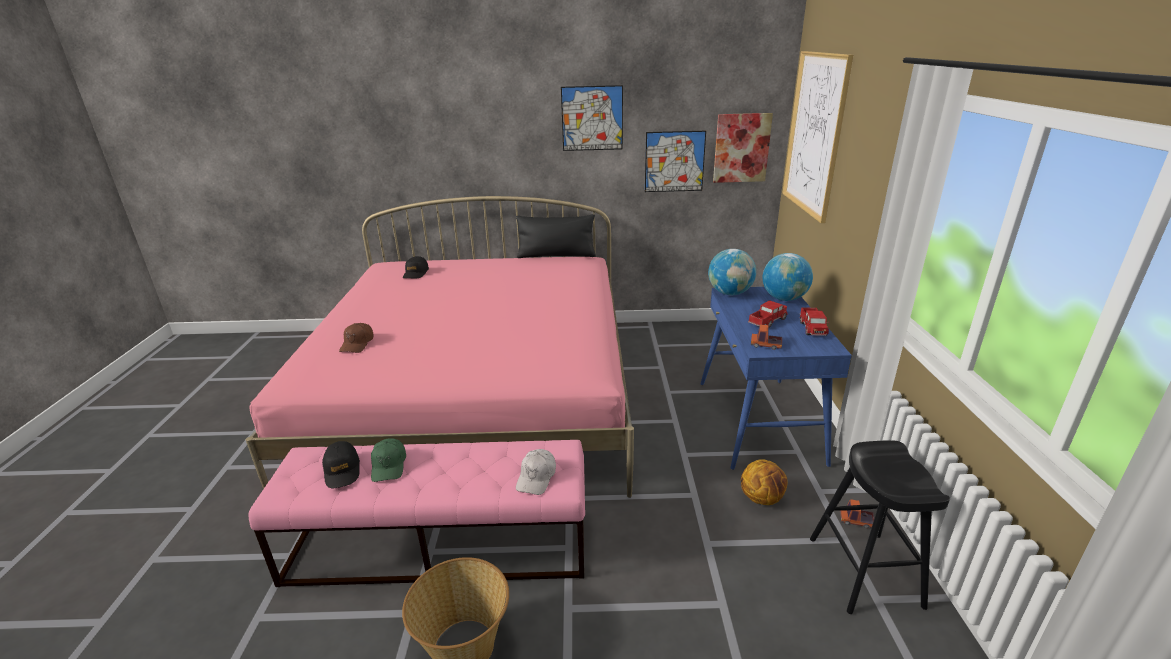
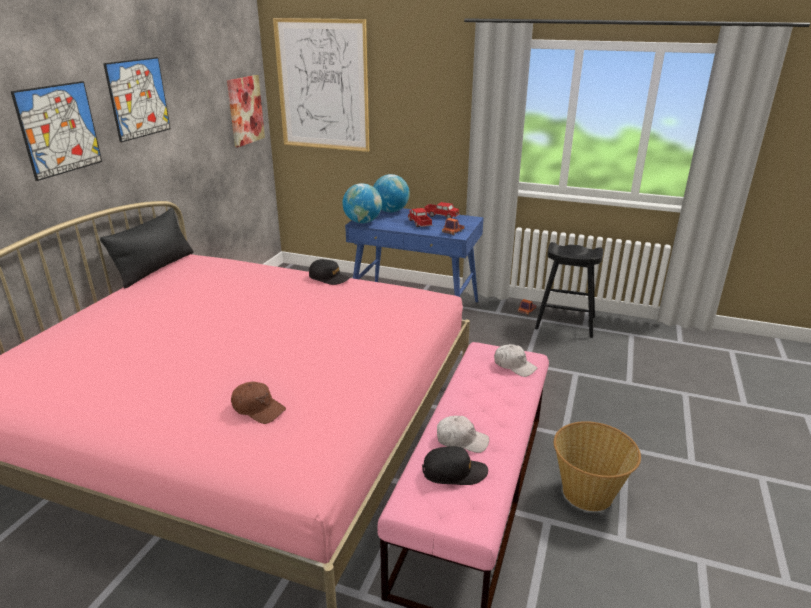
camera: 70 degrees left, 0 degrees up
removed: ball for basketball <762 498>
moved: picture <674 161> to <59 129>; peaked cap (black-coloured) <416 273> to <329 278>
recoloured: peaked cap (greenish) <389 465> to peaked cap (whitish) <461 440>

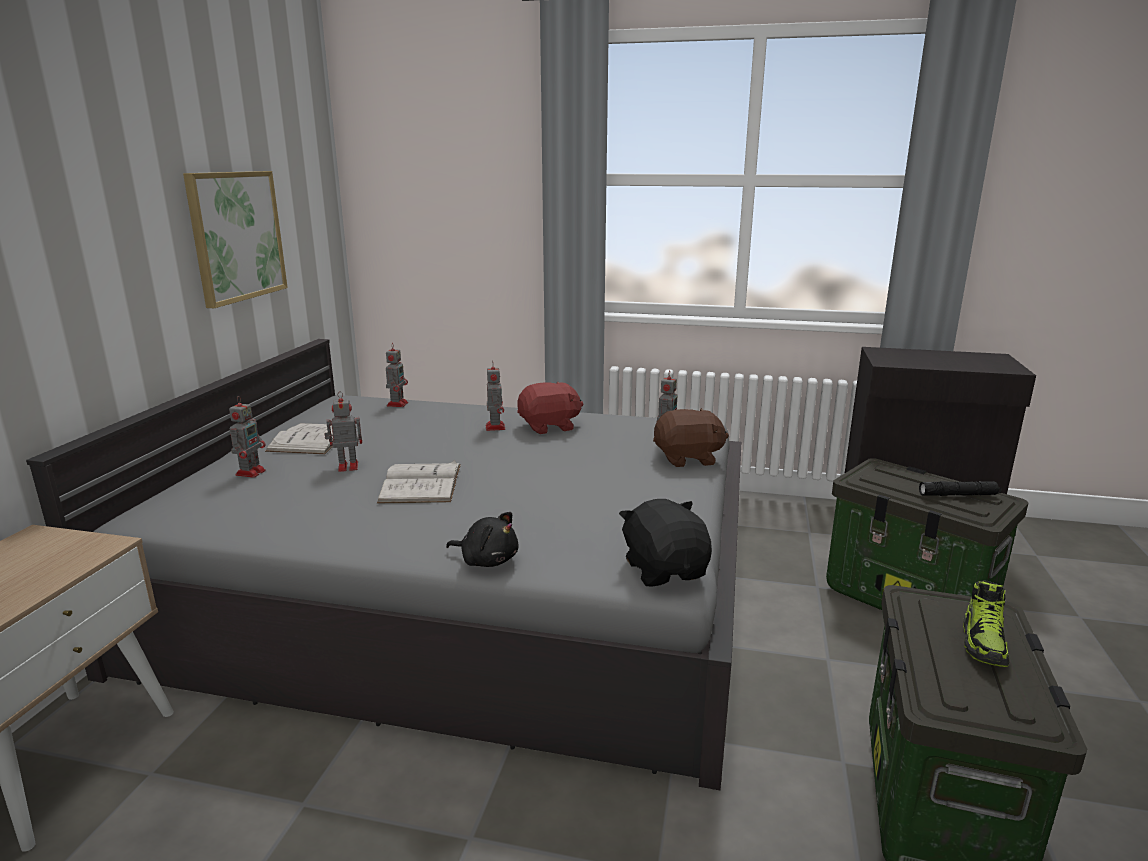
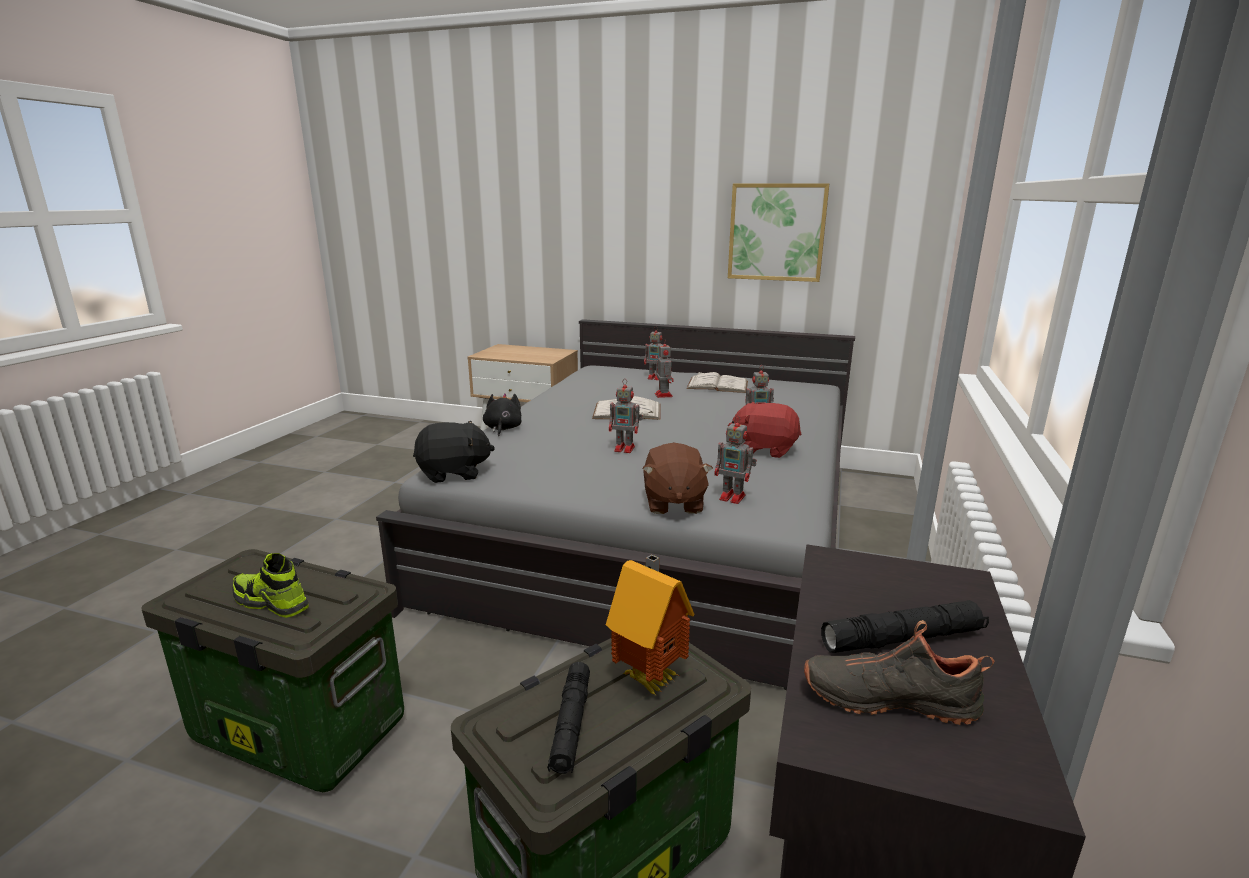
camera: 95 degrees right, 0 degrees up
added: model house <650 677>; hand torch (black-coloured) <903 639>; shoe (black-coloured) <888 697>
moved: model robot <398 404> to <625 449>
turned: cuddly toy (red) <549 427> = <764 449> 120 degrees clockwise; cuddly toy (black-coloured) <487 560> = <502 429> 150 degrees clockwise

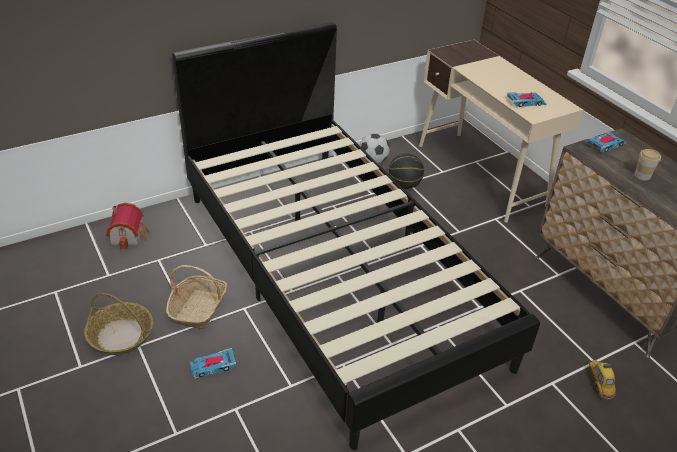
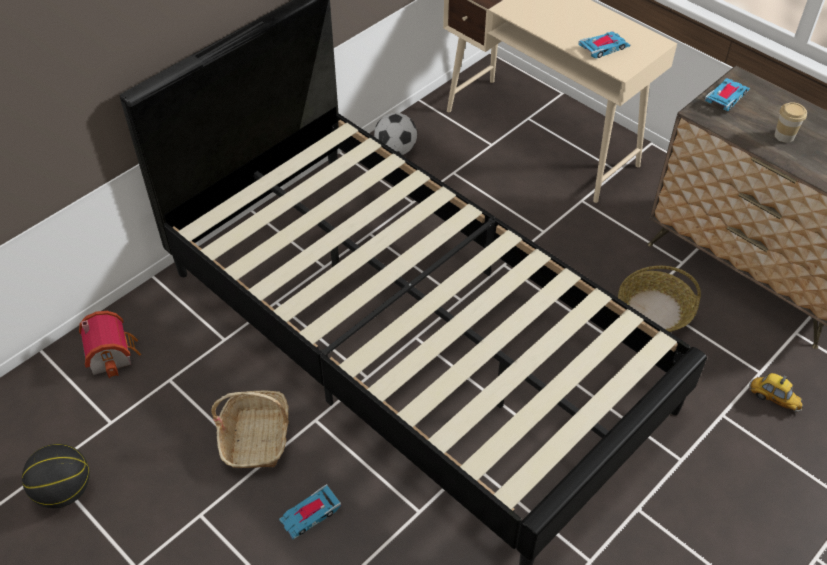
camera: 15 degrees left, 10 degrees up
moved: ball for basketball <404 185> to <64 490>; storage basket <121 335> to <655 310>
turned: model car <599 383> = <773 399> 150 degrees clockwise

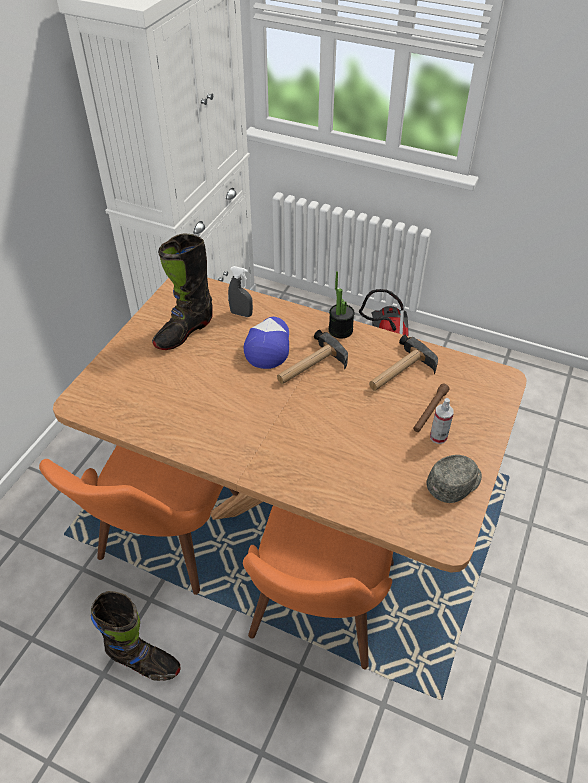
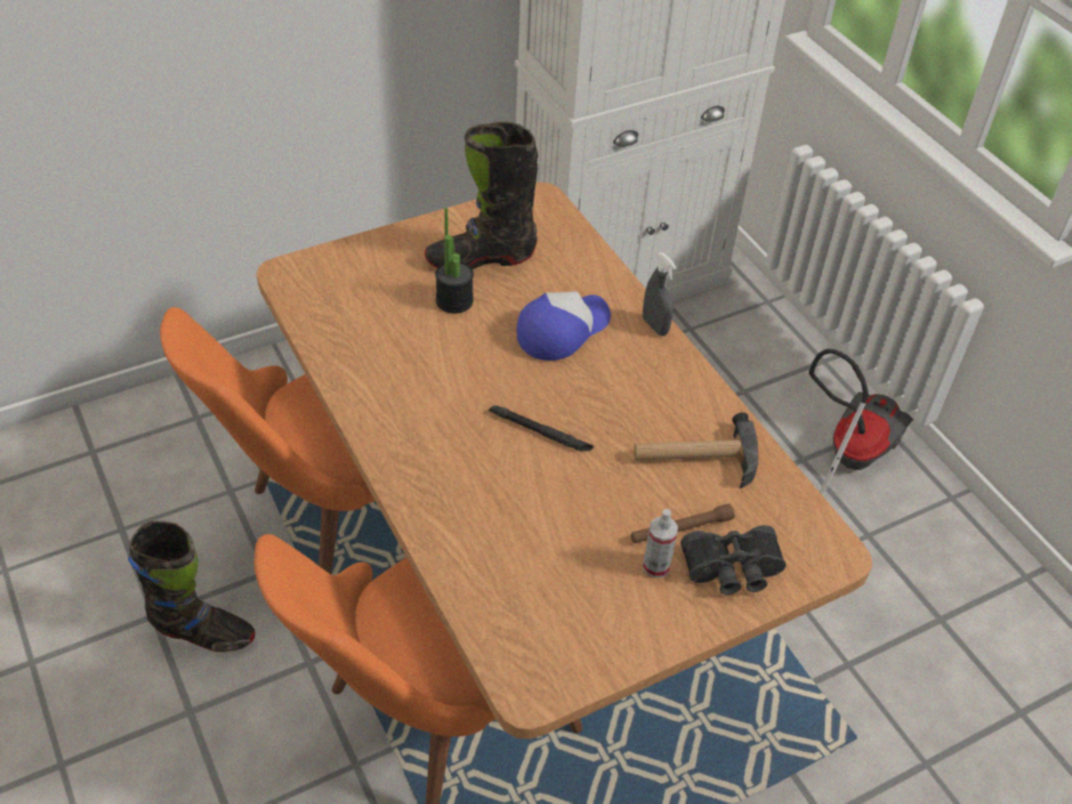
camera: 35 degrees right, 0 degrees up
removed: tool hammer <310 366>; peaked cap (grey) <454 483>
added: hand torch (black-coloured) <540 432>; pair of binoculars (black-coloured) <733 571>
moved: hand sprayer (grey) <241 314> to <655 326>; potted plant <340 330> to <454 301>
turned: high-top boot (black-coloured) <143 662> = <202 633> 45 degrees counterclockwise

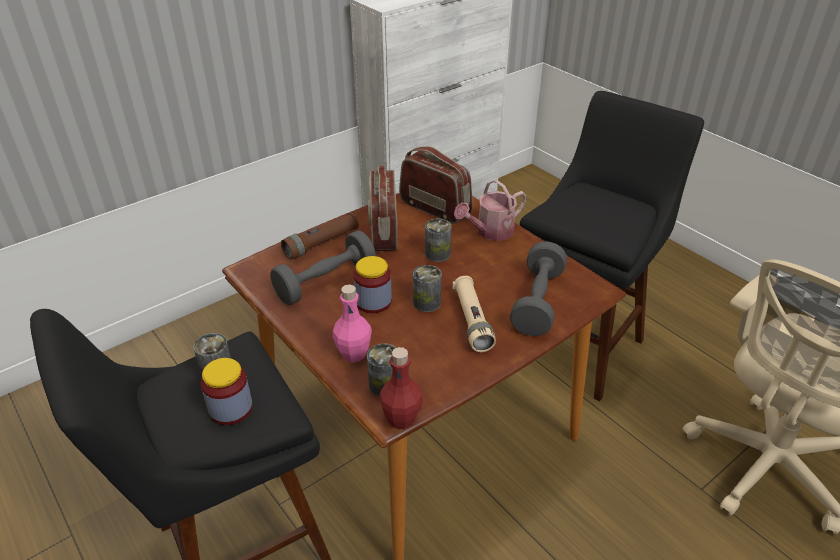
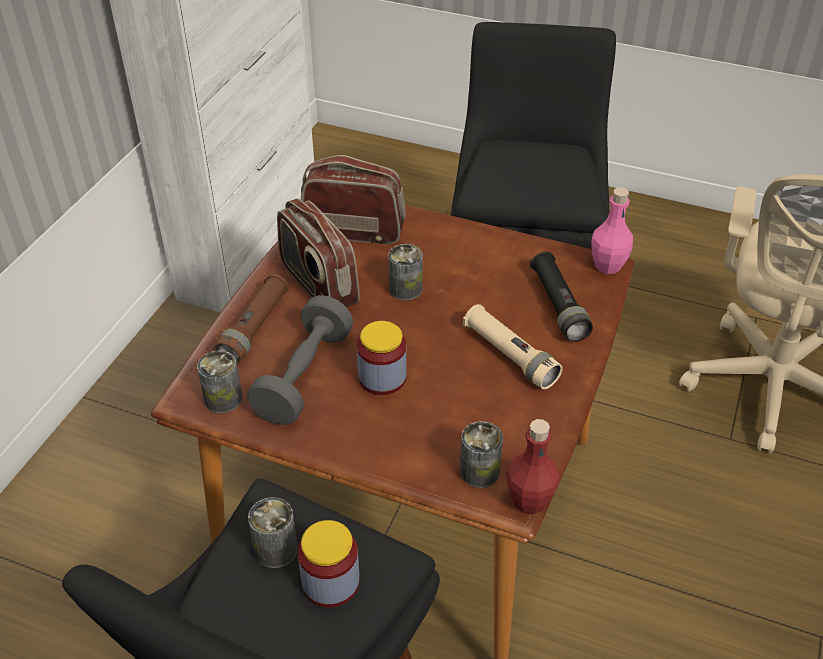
camera: 30 degrees left, 5 degrees up
removed: watering can <490 232>
moved: metal can <427 303> to <223 399>; drink bottle (pinkish) <353 354> to <607 266>
replaced: dumbbell (grey) <537 302> to hand torch (black-coloured) <558 306>

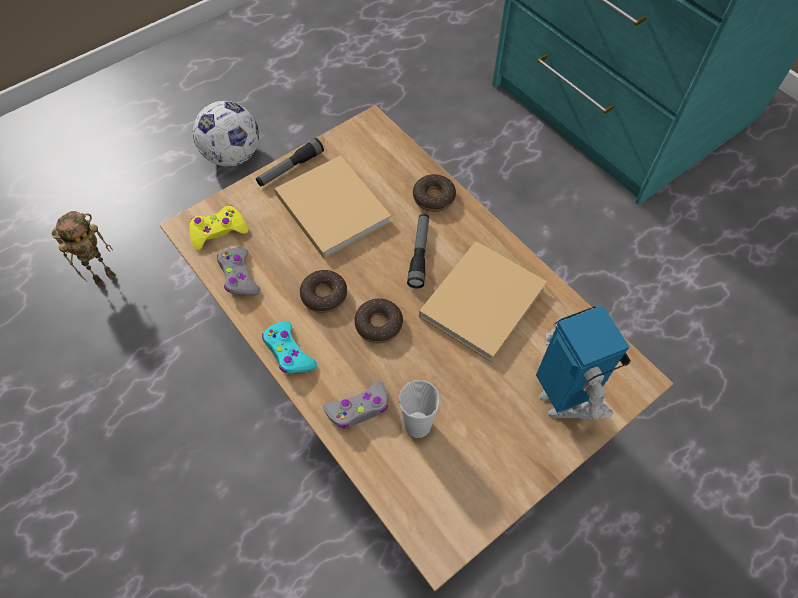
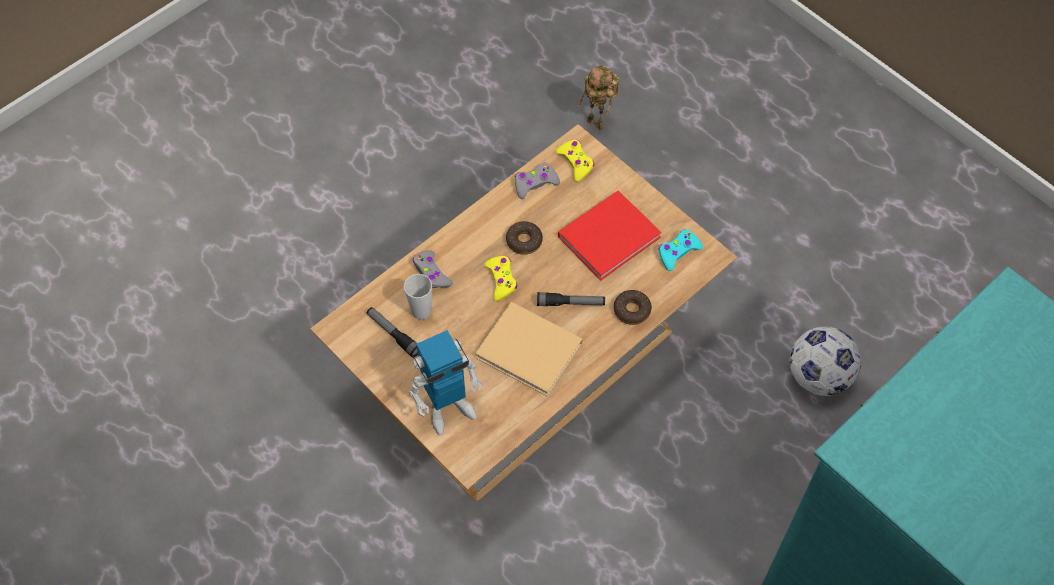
camera: 85 degrees right, 0 degrees up
moved: football <233 156> to <818 377>; hand torch <290 168> to <393 334>; game controller (turquoise-coloured) <289 352> to <678 252>
replaced: ring doughnut <379 324> to game controller (yellow) <501 280>
recoloured: book (beige-coloured) <331 206> to book (red) <611 235>

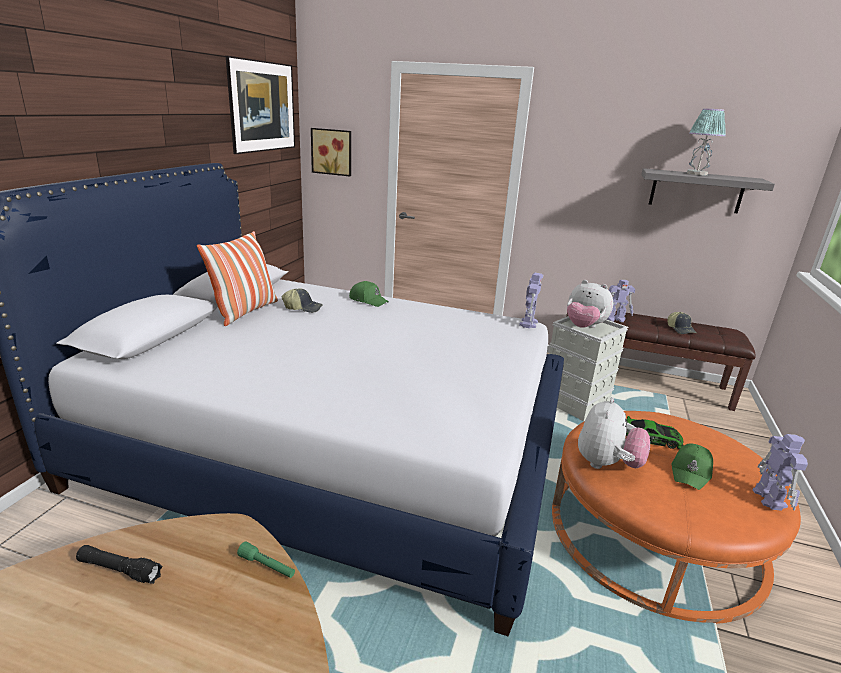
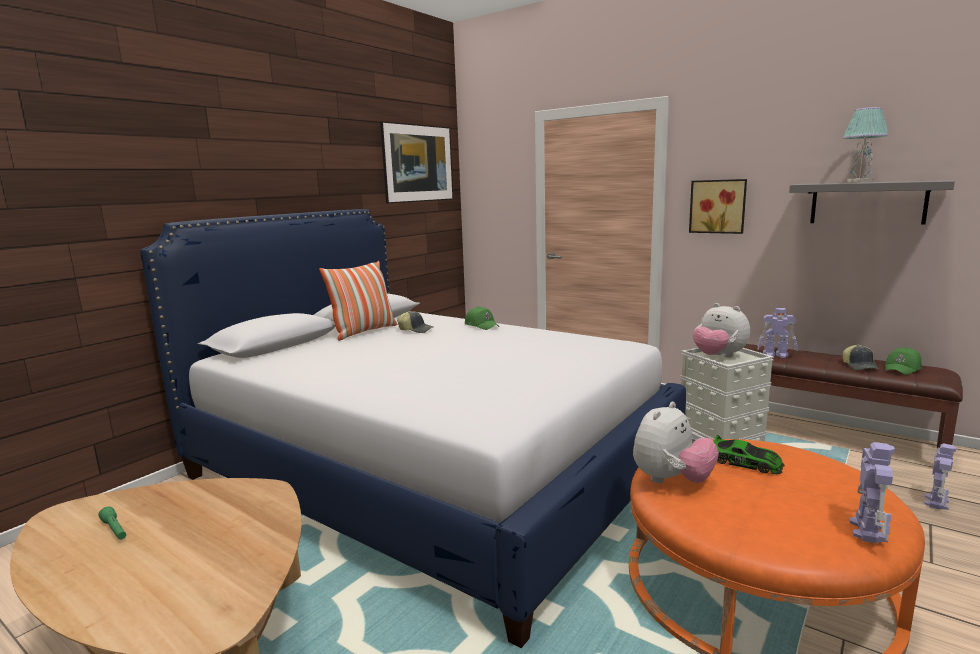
camera: 20 degrees right, 10 degrees down
removed: hand torch (black-coloured) <119 570>
moved: picture <332 152> to <718 206>; model robot <528 323> to <936 502>; peaked cap (greenish) <691 472> to <903 368>; hand torch (greenish) <267 566> to <115 530>

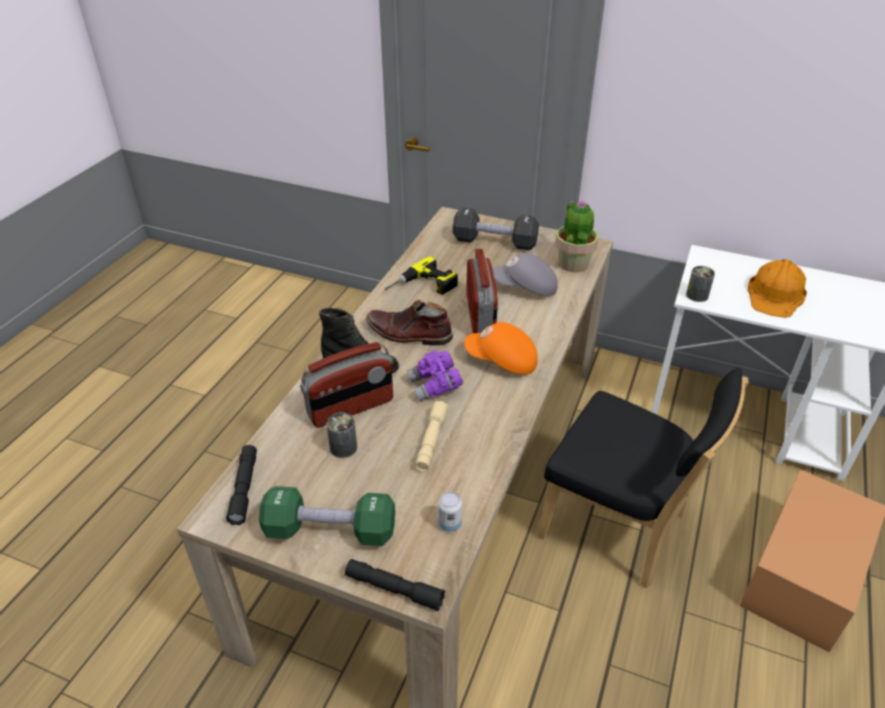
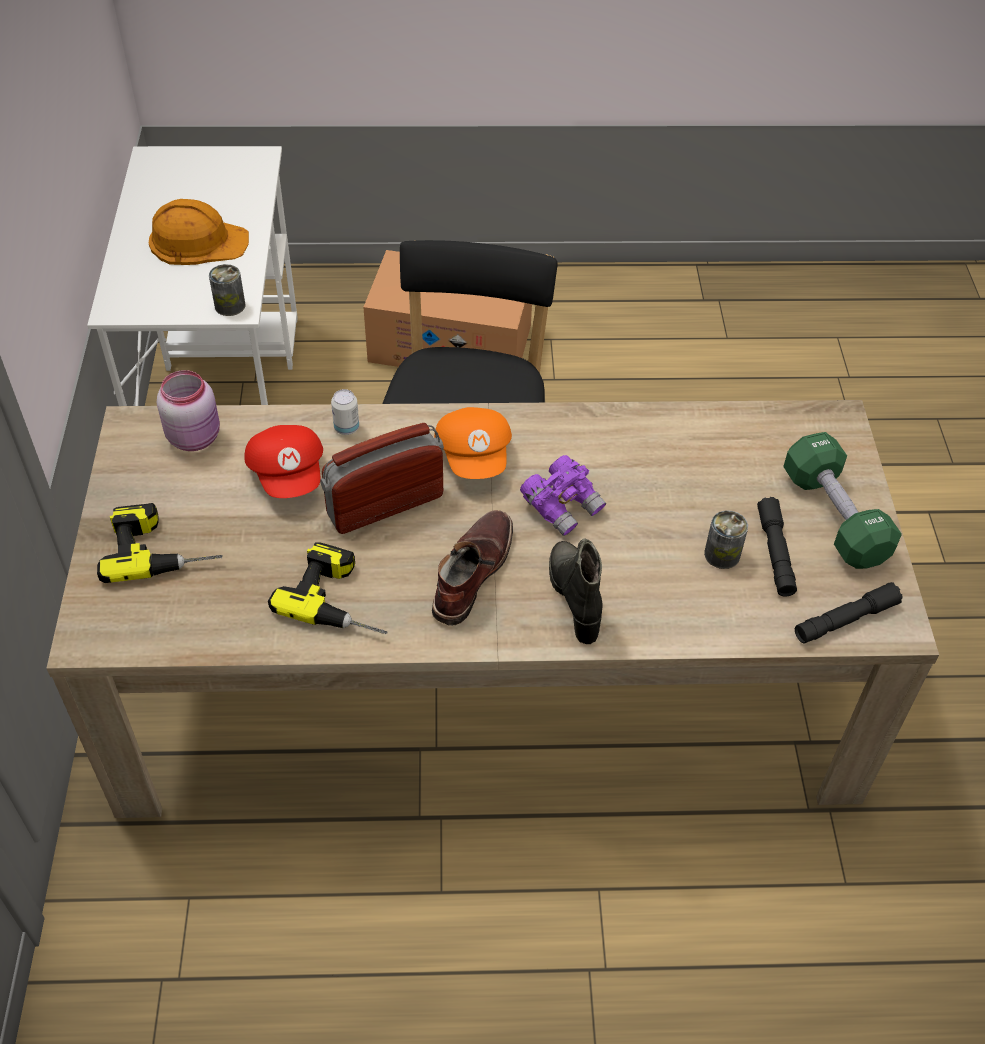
camera: 115 degrees left, 10 degrees up
removed: radio receiver <351 408>; hand torch (beige-coloured) <431 441>
moved: metal can <450 524> to <346 428>; hand torch (black-coloured) <394 589> to <775 553>
replaced: potted plant <573 263> to preserve jar (pinkish) <195 436>; dumbbell (black-coloured) <494 242> to electric drill <162 547>
recoloured: peaked cap (grey) <525 288> to peaked cap (red) <289 474>
turned: high-top boot (brownish) <408 334> = <471 572> 150 degrees counterclockwise

